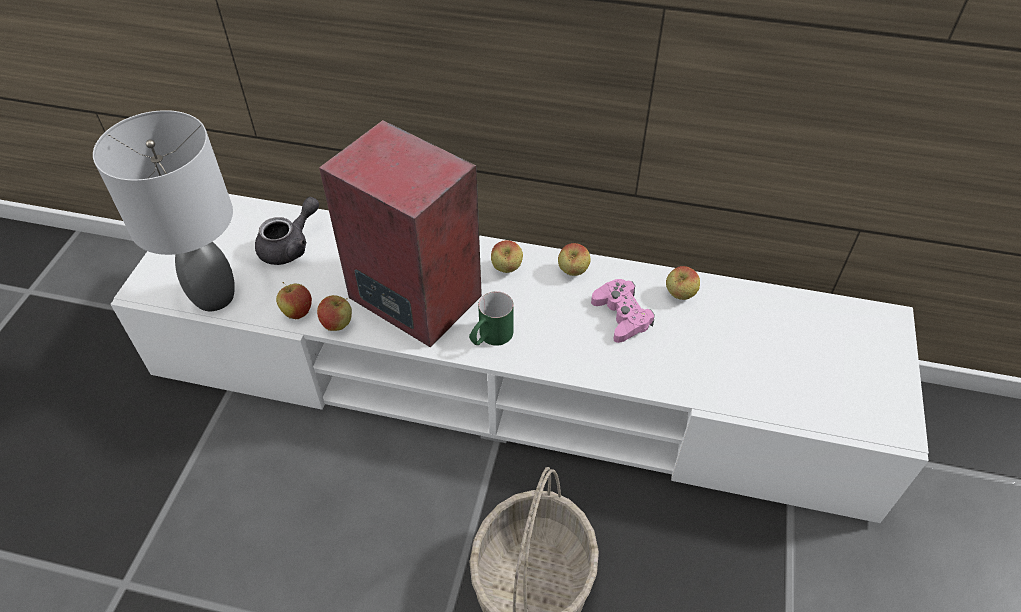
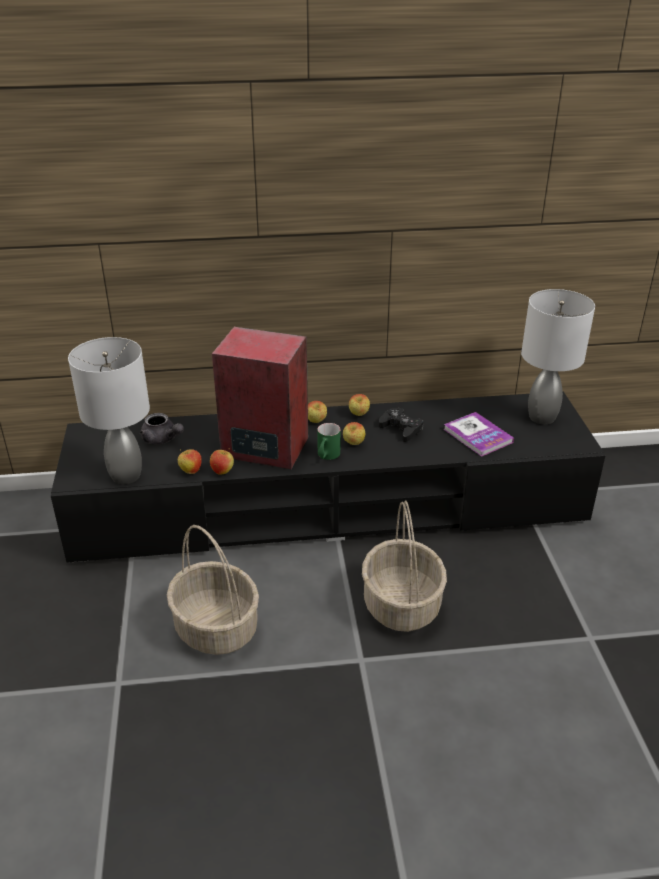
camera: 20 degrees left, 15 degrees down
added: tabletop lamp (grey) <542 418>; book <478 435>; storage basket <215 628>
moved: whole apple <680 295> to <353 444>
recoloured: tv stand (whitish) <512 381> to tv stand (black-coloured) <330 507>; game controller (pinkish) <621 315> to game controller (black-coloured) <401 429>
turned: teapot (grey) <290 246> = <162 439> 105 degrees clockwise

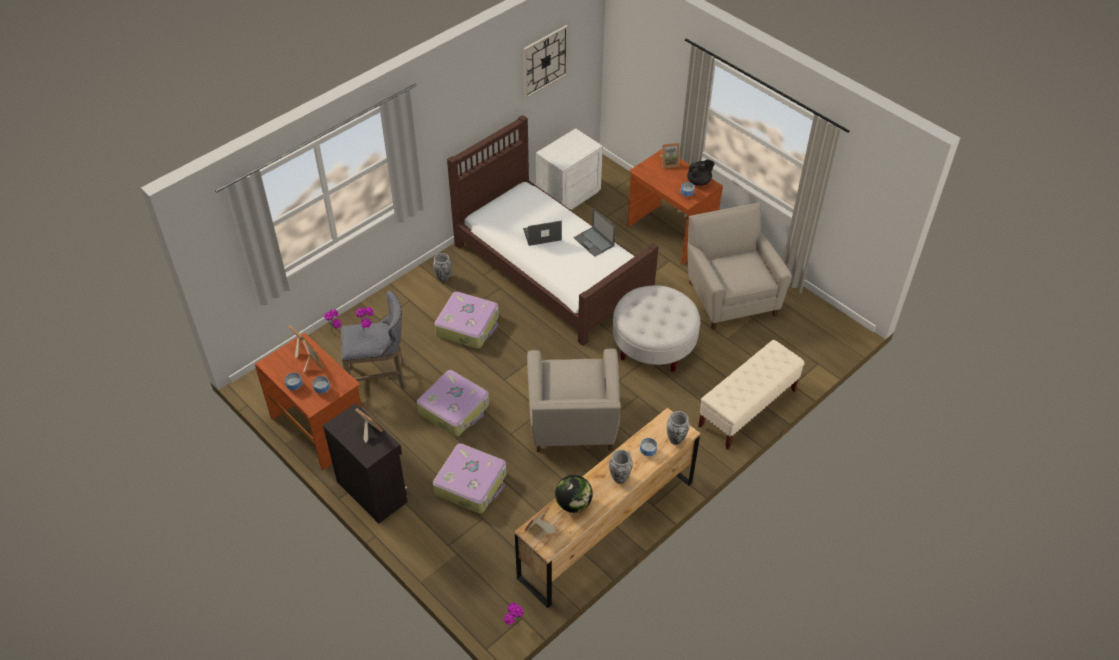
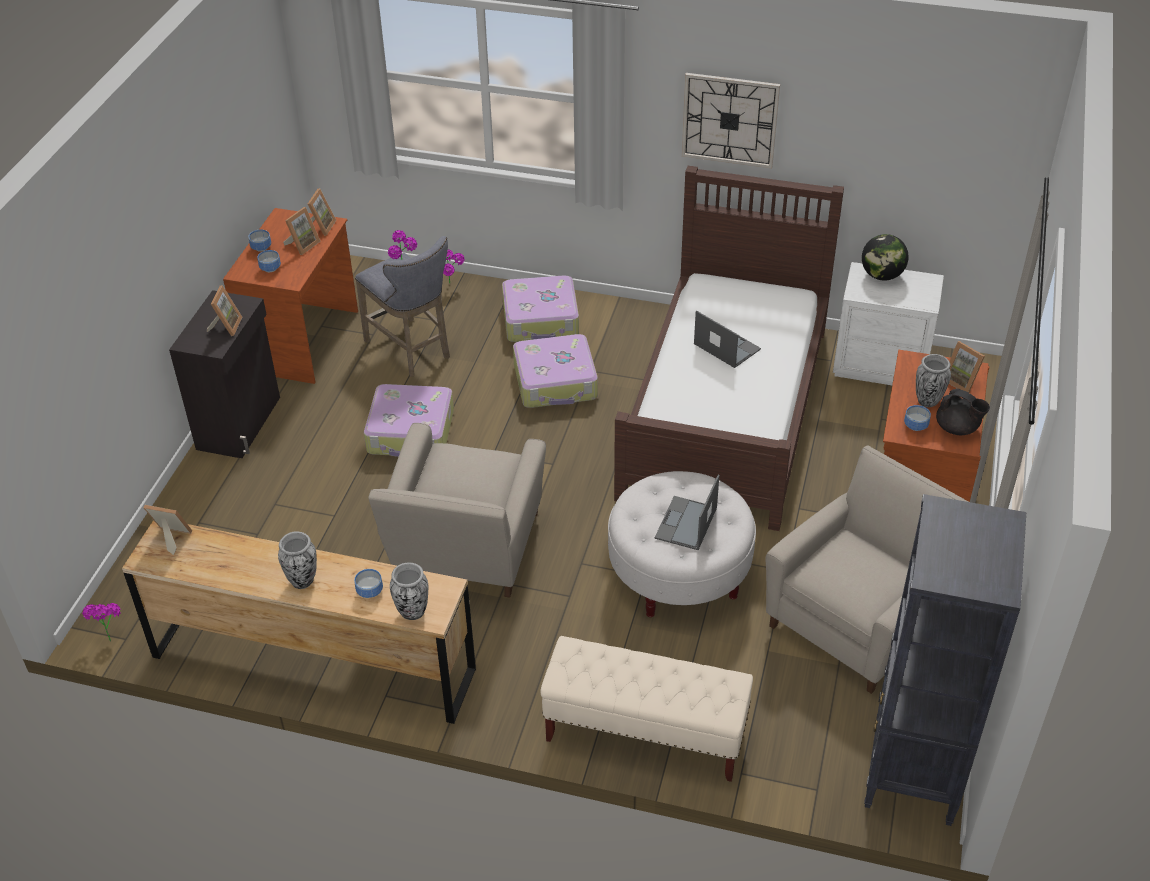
camera: 60 degrees right, 5 degrees down
added: bookcase (black-coloured) <912 772>
moved: hanging clock <545 61> to <730 120>; laptop <594 242> to <686 524>; vase <443 278> to <927 401>; piece of luggage <471 484> to <541 320>; desk globe <573 503> to <882 275>
turned: easy chair (beige-coloured) <573 425> = <465 552> 45 degrees counterclockwise

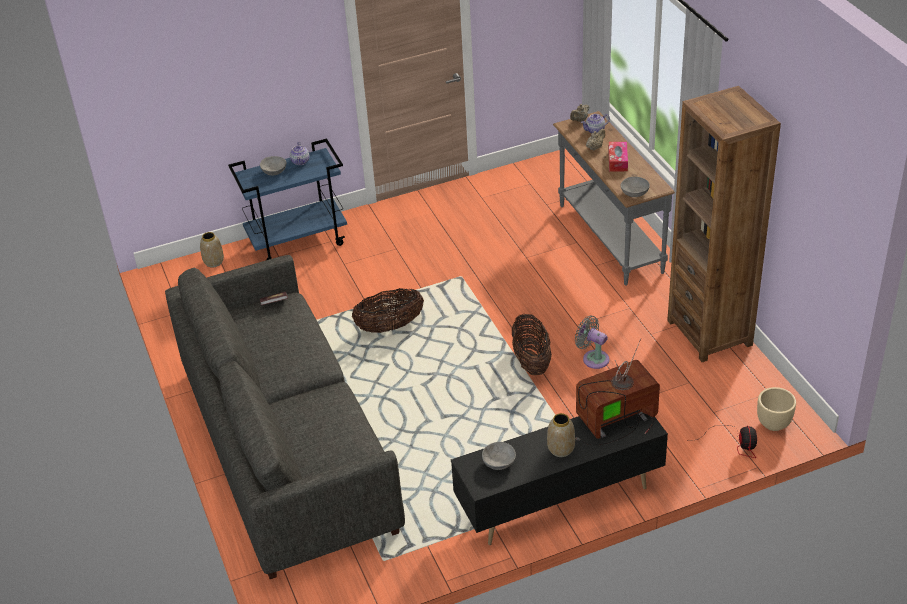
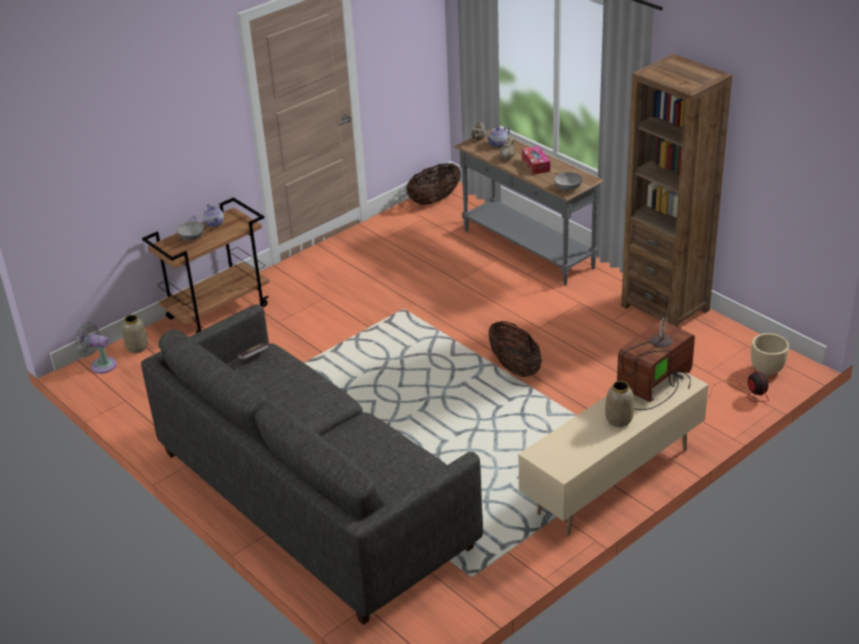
camera: 20 degrees left, 5 degrees down
removed: deep dish (grey) <498 462>
moved: storage basket <390 326> to <434 200>; electric fan (grey) <593 358> to <100 365>
recoloured: wheeled cart (bluish) <298 241> to wheeled cart (brownish) <218 311>; tv stand (black-coloured) <558 501> to tv stand (beige-coloured) <612 481>

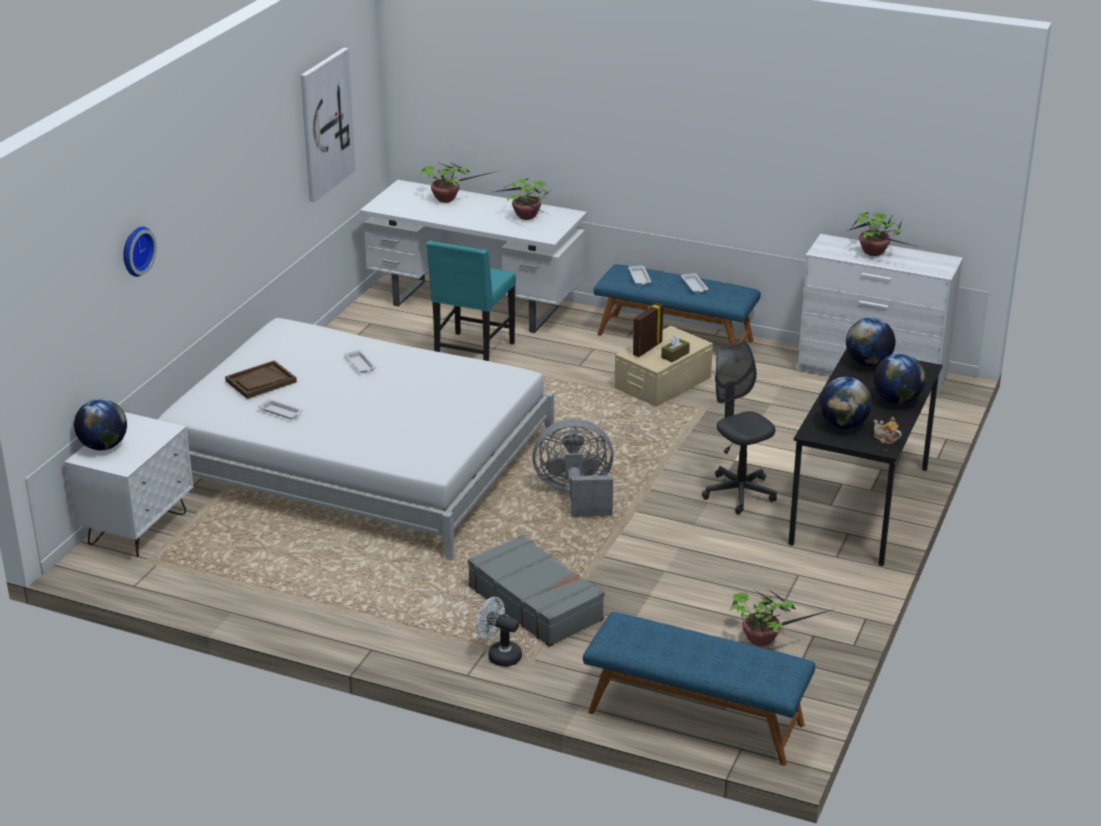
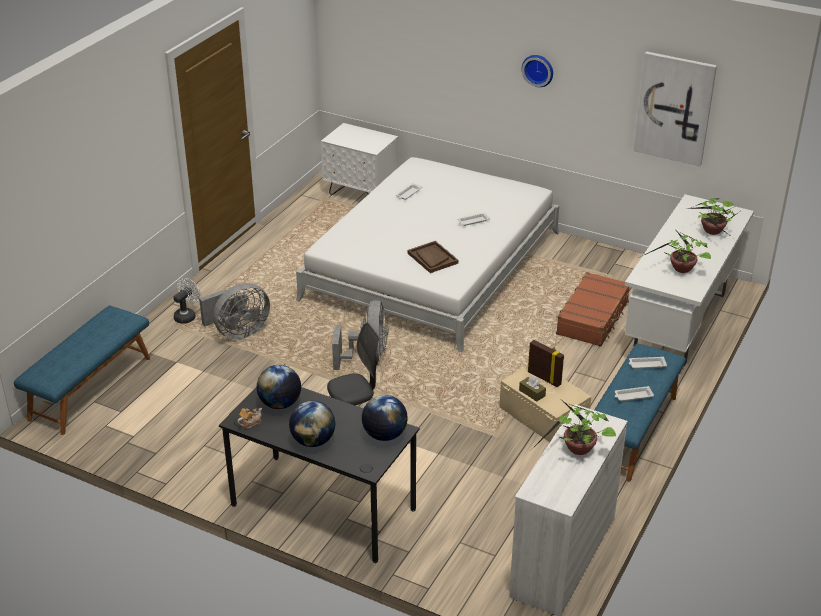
camera: 95 degrees right, 5 degrees up
removed: desk globe <103 446>; potted plant <763 640>
moved: hanging clock <135 250> to <538 69>; carrying tray (brownish) <261 381> to <432 258>
replaced: plain chair (turquoise-coloured) <472 353> to piece of luggage (brownish) <593 317>; piece of luggage (grey) <536 602> to electric fan (grey) <238 332>

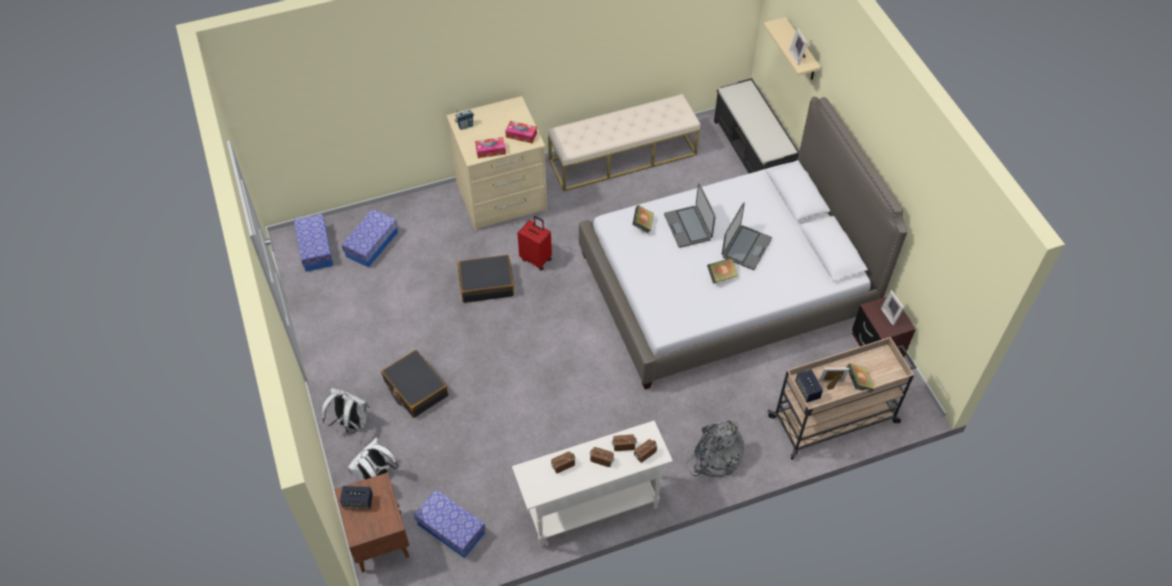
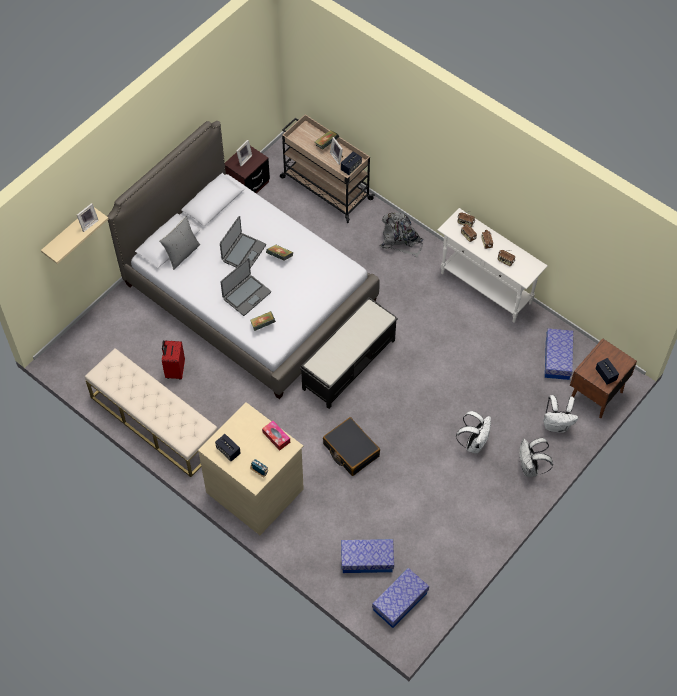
camera: 120 degrees left, 5 degrees up
removed: tissue box <521 135>
added: throw pillow (grey) <181 254>; speaker <228 451>
moved: bench (black-coloured) <752 154> to <349 363>; piece of luggage (red) <536 259> to <174 370>
replaced: piece of luggage (black-coloured) <415 389> to rucksack (whitish) <474 443>
turned: laptop <745 247> = <243 253> 120 degrees clockwise

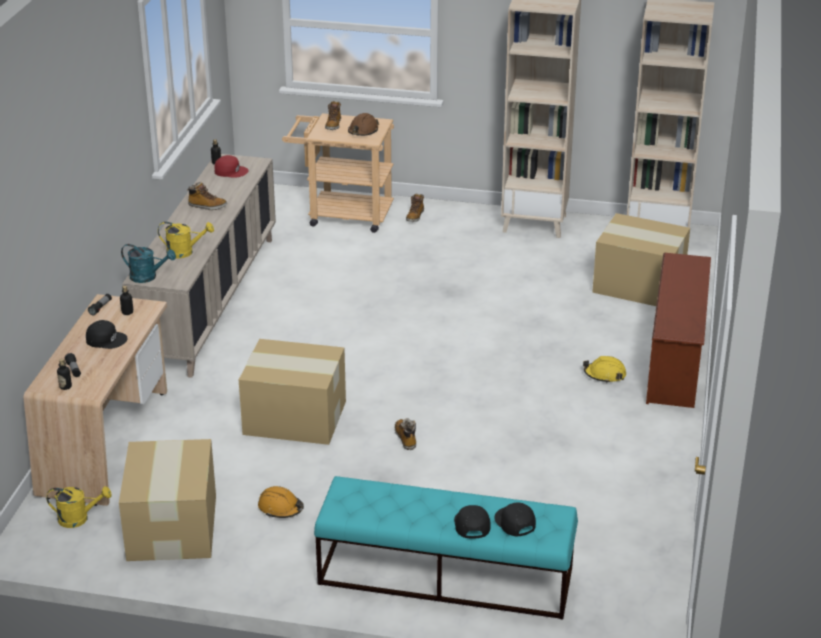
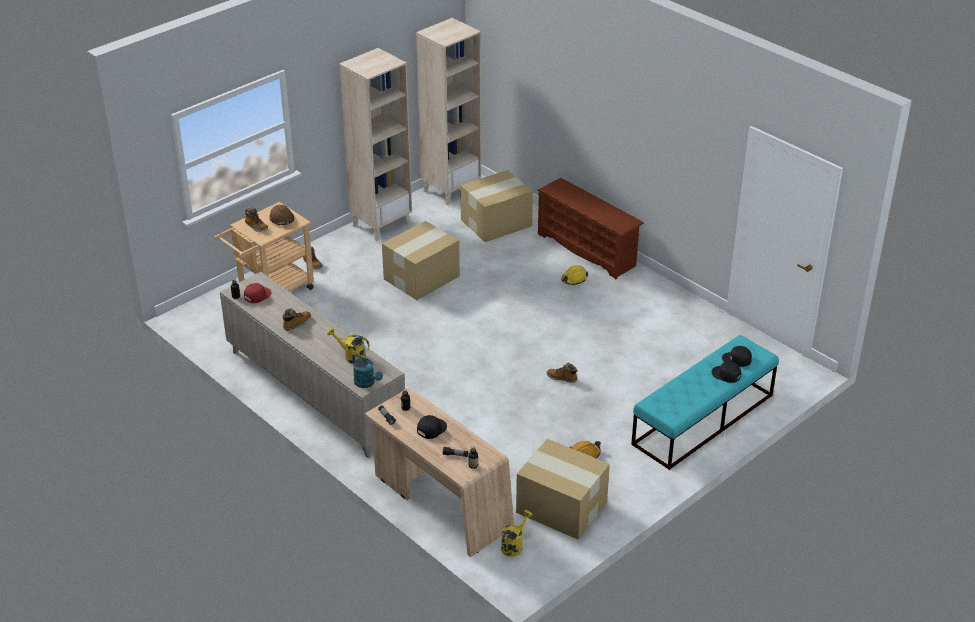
camera: 55 degrees left, 5 degrees up
moved: cardboard box <296 418> to <422 277>
turned: watering can (yellow) <185 252> = <351 356> 105 degrees counterclockwise; watering can (turquoise-coloured) <148 277> = <367 383> 90 degrees clockwise

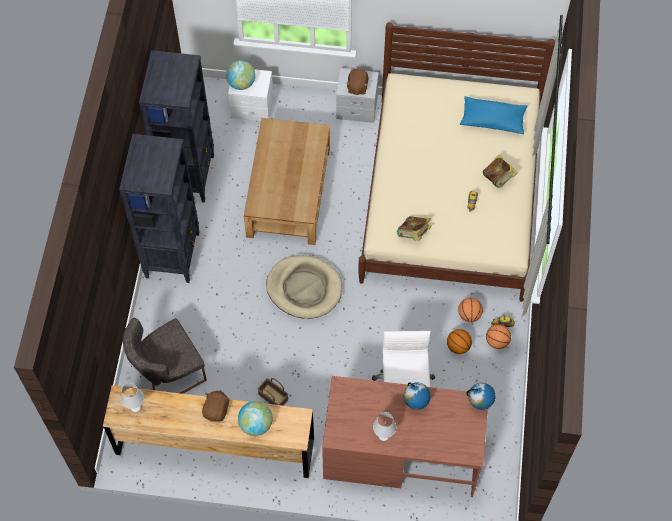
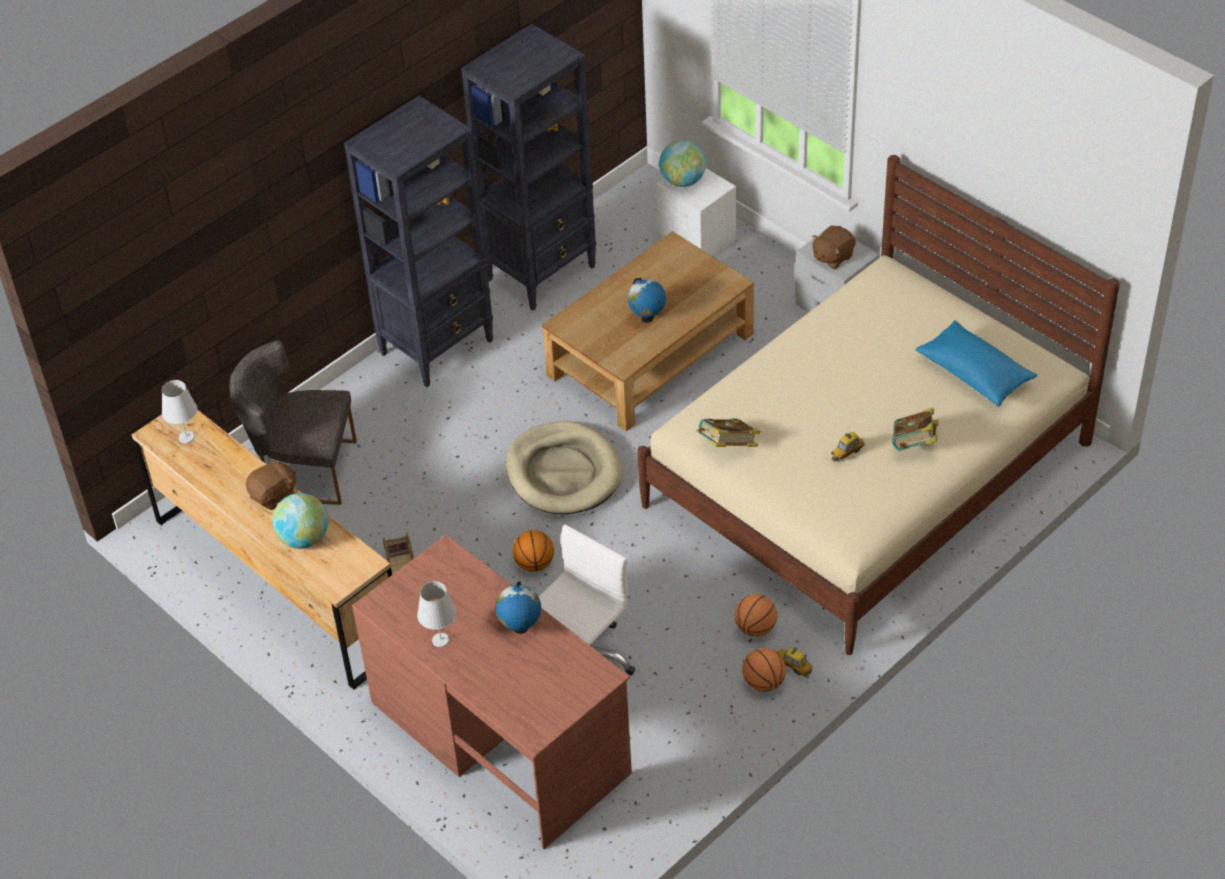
camera: 40 degrees right, 15 degrees down
moved: ball for basketball <458 346> to <534 564>; desk globe <479 403> to <647 318>

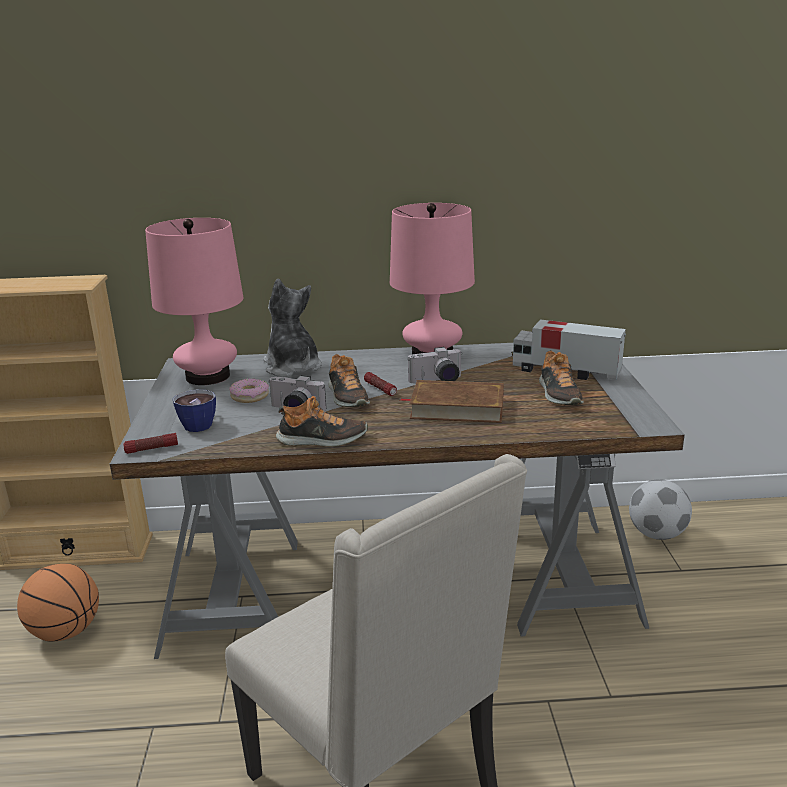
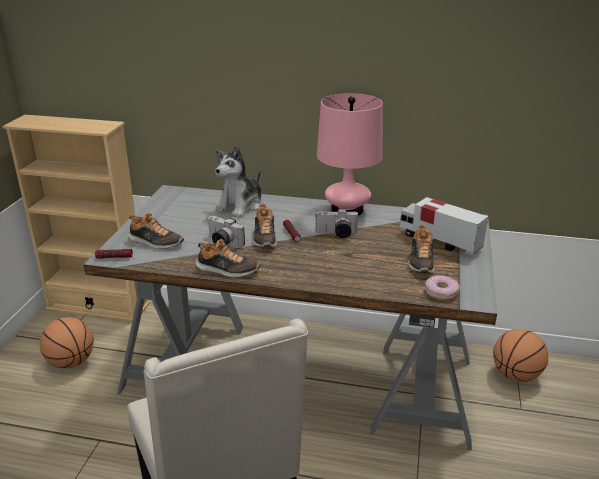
camera: 15 degrees right, 5 degrees up
removed: tabletop lamp (pinkish) <208 376>; book (brownish) <457 407>
moved: ring doughnut <250 396> to <441 292>
replaced: drinking cup <200 423> to shoe <155 242>; football <657 534> to ball for basketball <516 375>
turned: cuddly toy <292 367> = <241 205> 135 degrees counterclockwise

